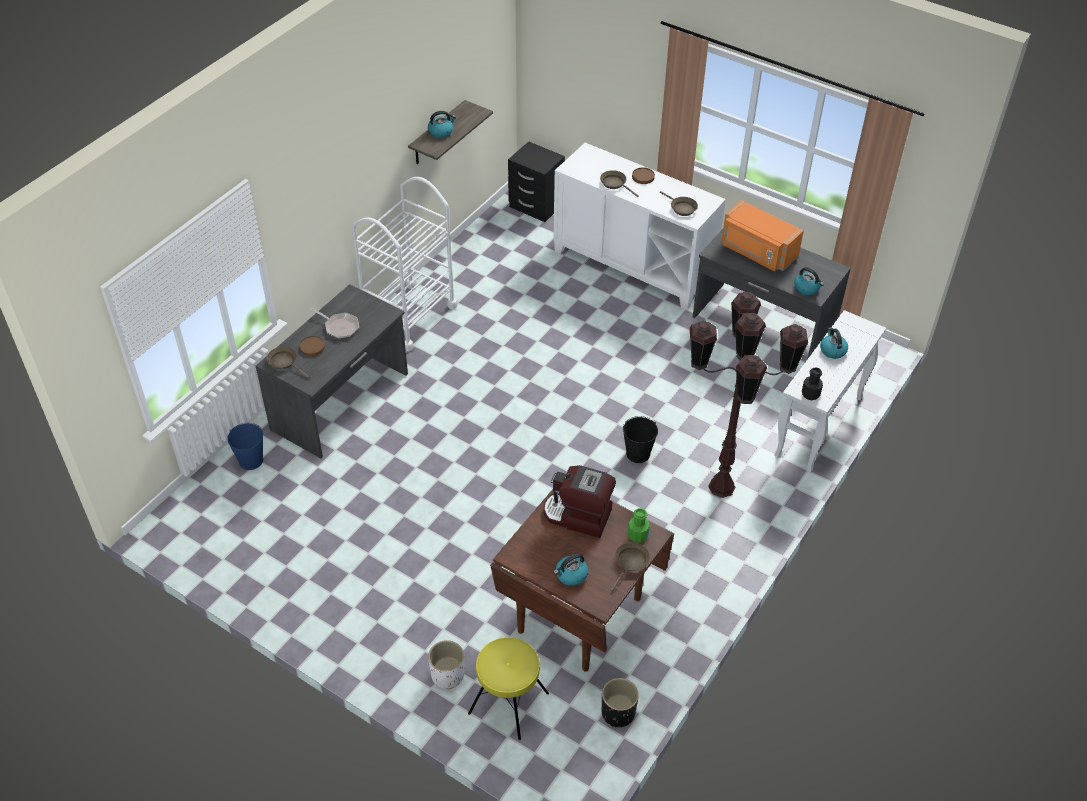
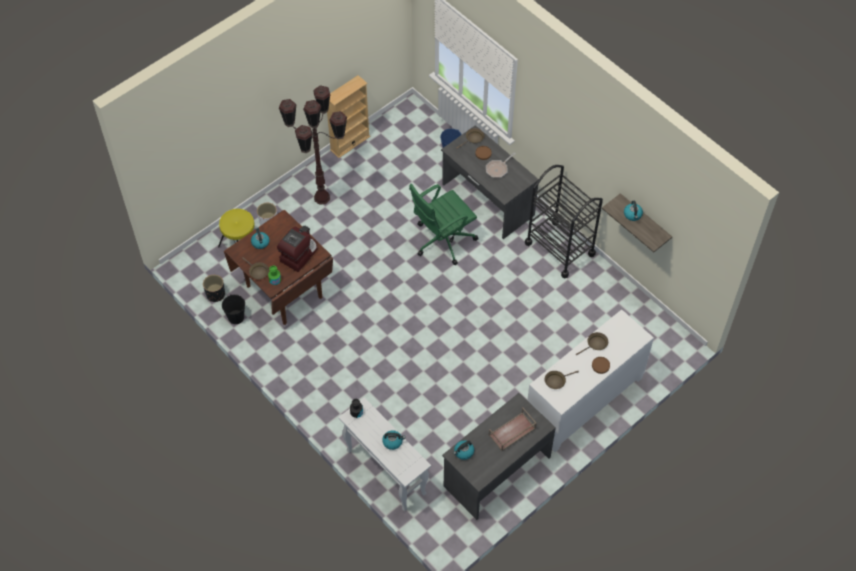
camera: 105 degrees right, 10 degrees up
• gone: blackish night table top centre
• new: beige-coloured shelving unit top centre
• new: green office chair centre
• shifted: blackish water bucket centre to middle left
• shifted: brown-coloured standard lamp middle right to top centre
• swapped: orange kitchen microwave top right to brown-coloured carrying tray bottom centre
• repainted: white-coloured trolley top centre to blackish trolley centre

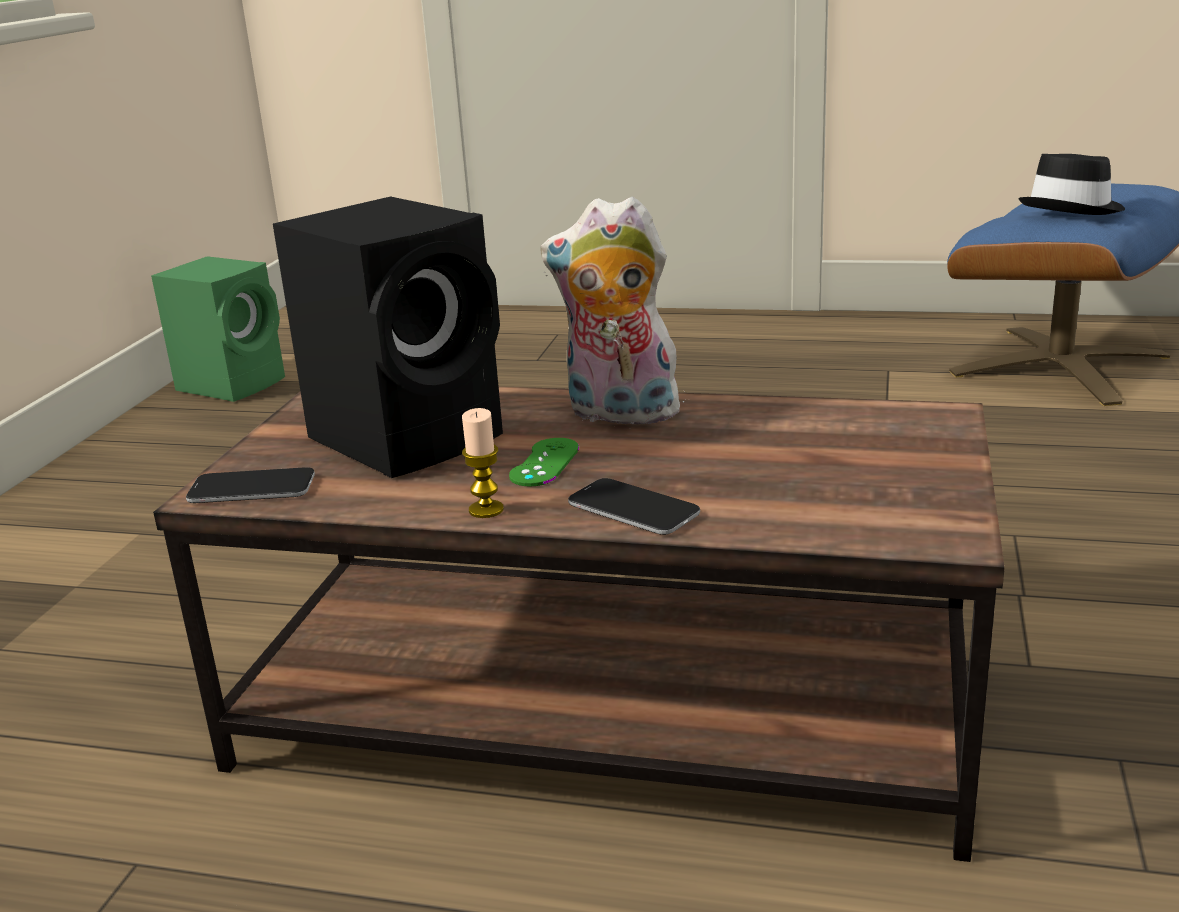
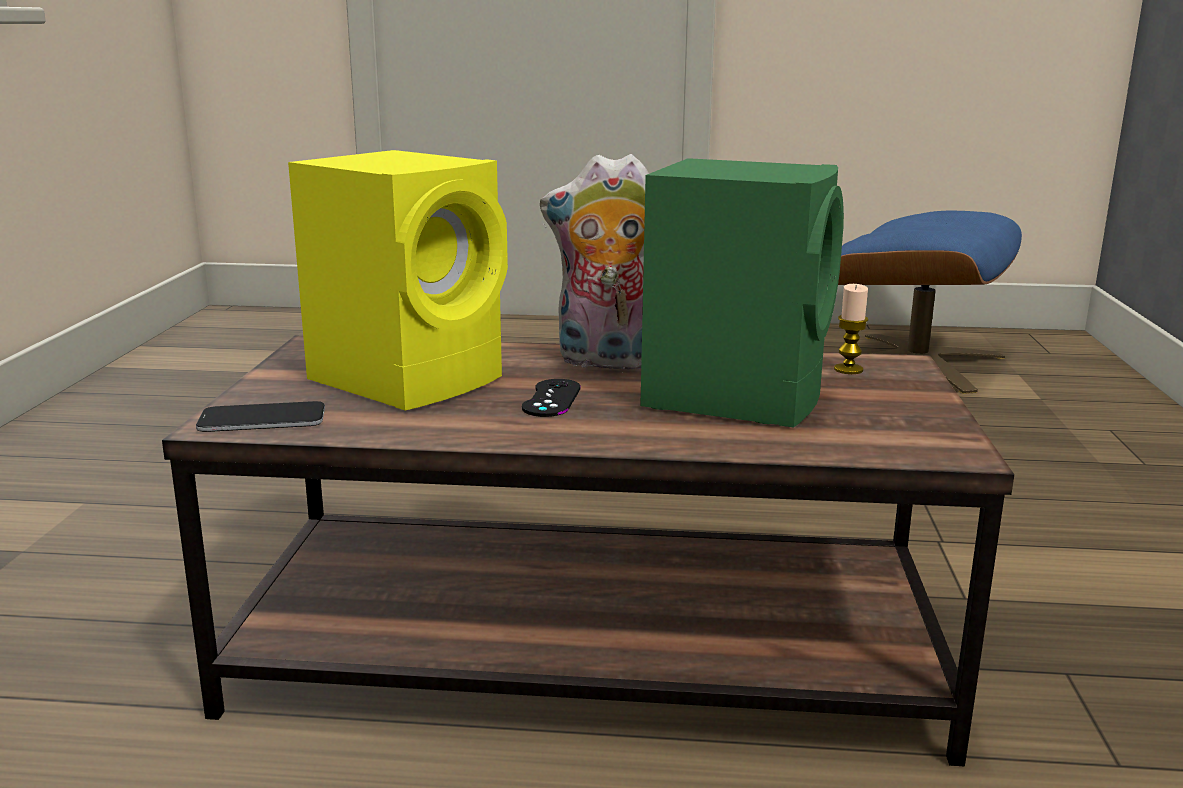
camera: 10 degrees left, 5 degrees down
• gone: handset (no. 2 from left) centre
• gone: blackish clothing hat top right
• shifted: green speaker middle left to centre
• shifted: wax candle centre to middle right
• repainted: blackish speaker middle left to yellowish speaker centre
• repainted: green gamepad centre to blackish gamepad centre

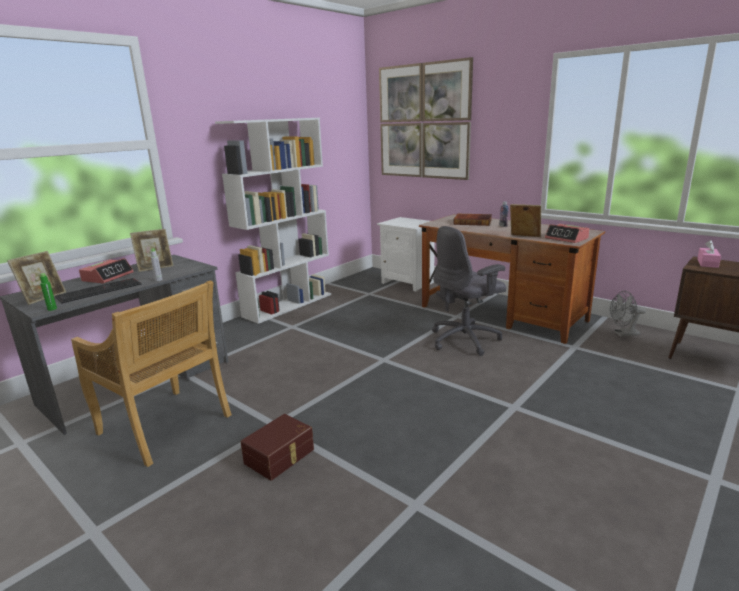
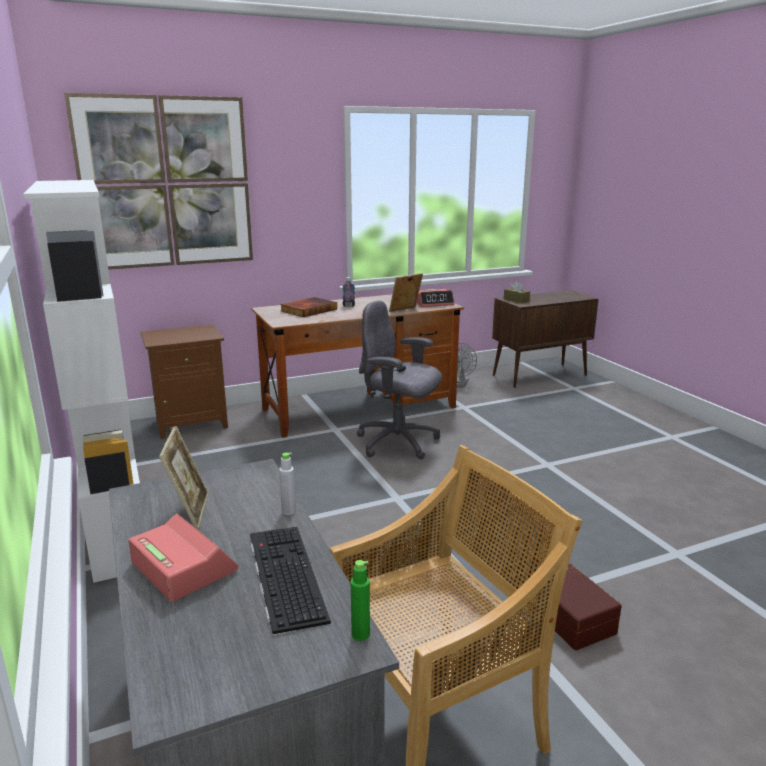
camera: 65 degrees left, 0 degrees up
• gone: photo frame (no. 1 from left) middle left
• repainted: white-coloured night table centre to brown-coloured night table middle left
• repainted: pink-coloured tissue box middle right to brown-coloured tissue box middle right
• rotated: grey office chair centre = centre 120 degrees clockwise

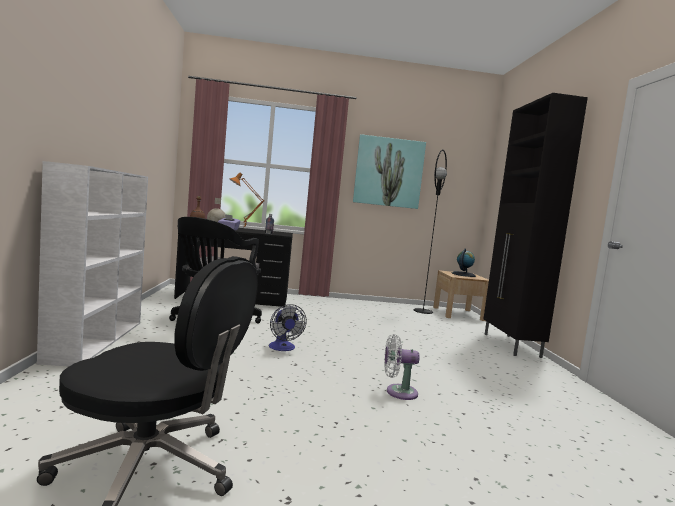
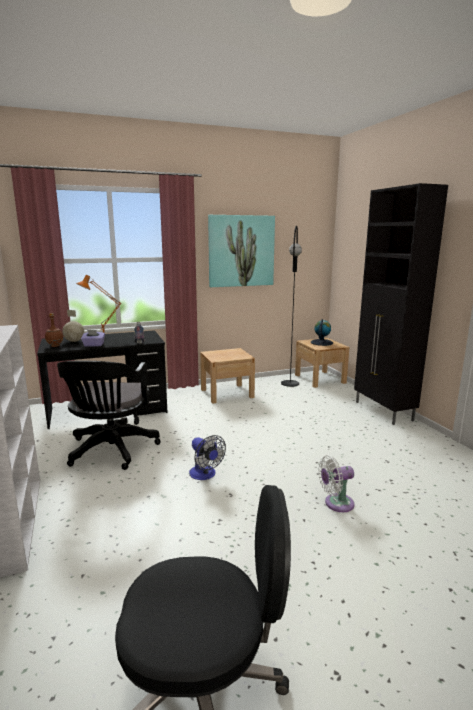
camera: 15 degrees left, 10 degrees up
• new: beige-coloured night table (no. 1 from left) centre

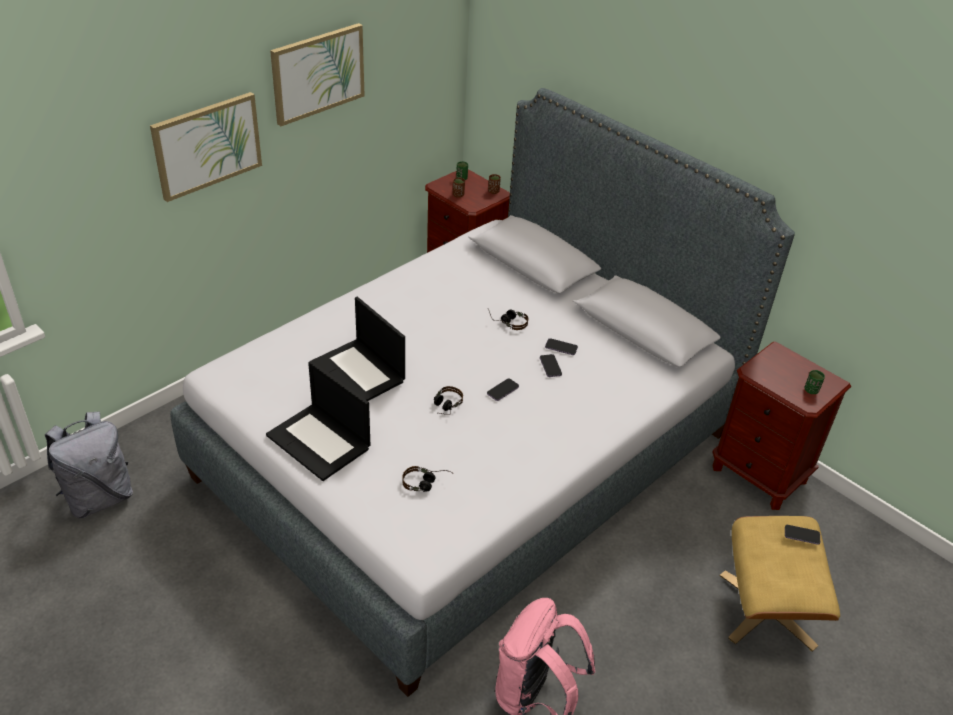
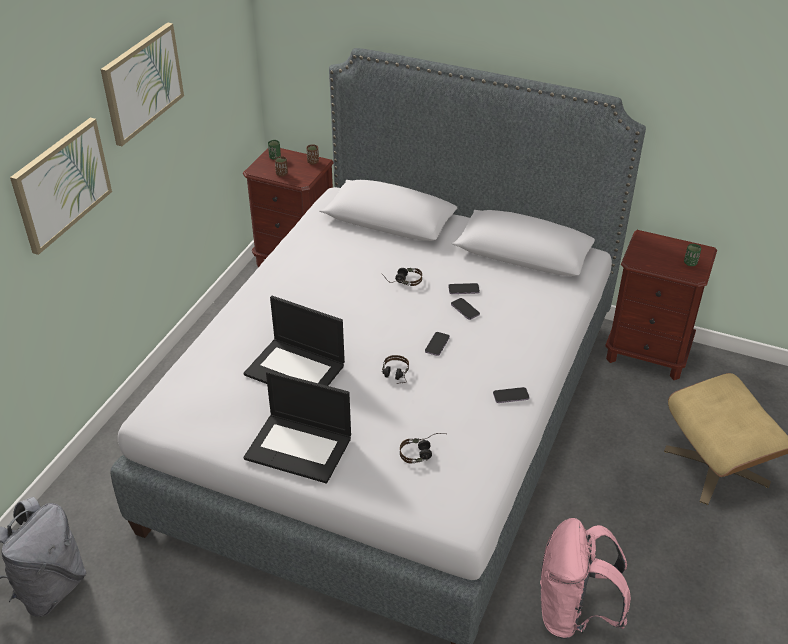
camera: 20 degrees left, 0 degrees up
• shifted: handset (no. 4 from left) bottom right to centre

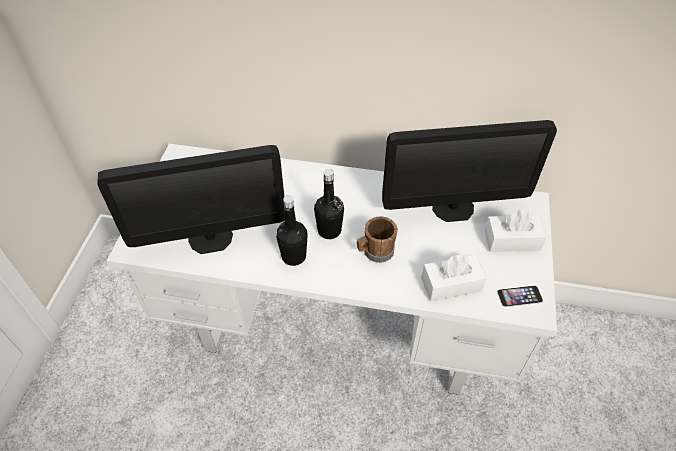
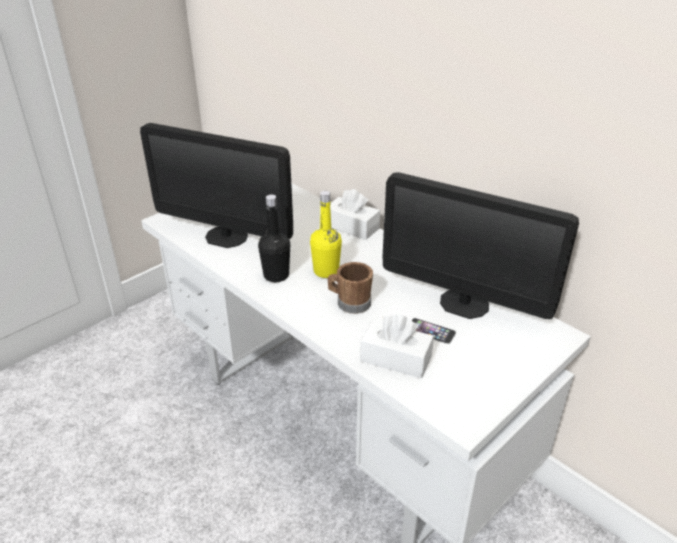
camera: 35 degrees right, 15 degrees down
• shifted: white-coloured tissue box (no. 2 from left in the first image) middle right to white-coloured tissue box (no. 1 from left) centre
• shifted: handset middle right to centre
• repainted: blackish bottle (no. 2 from left) centre to yellowish bottle centre

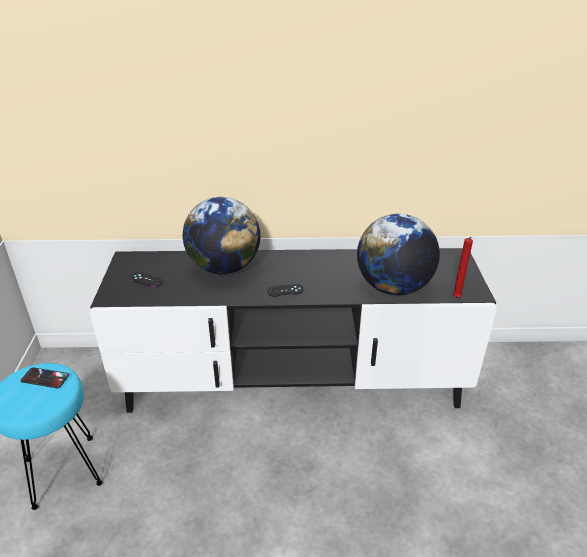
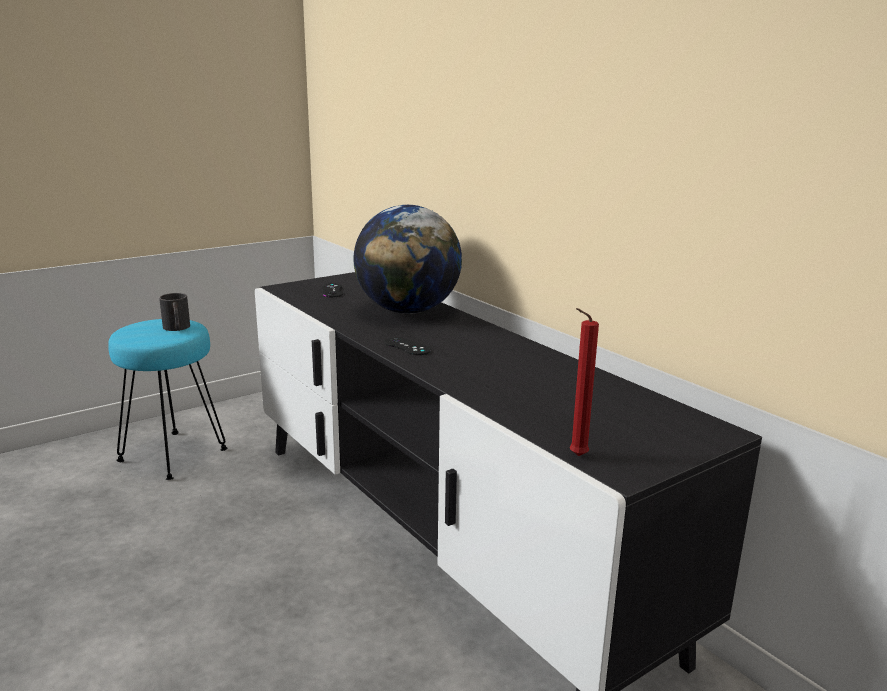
camera: 55 degrees right, 15 degrees down
• gone: desk globe (no. 2 from left) middle right
• swapped: handset bottom left to blackish mug middle left

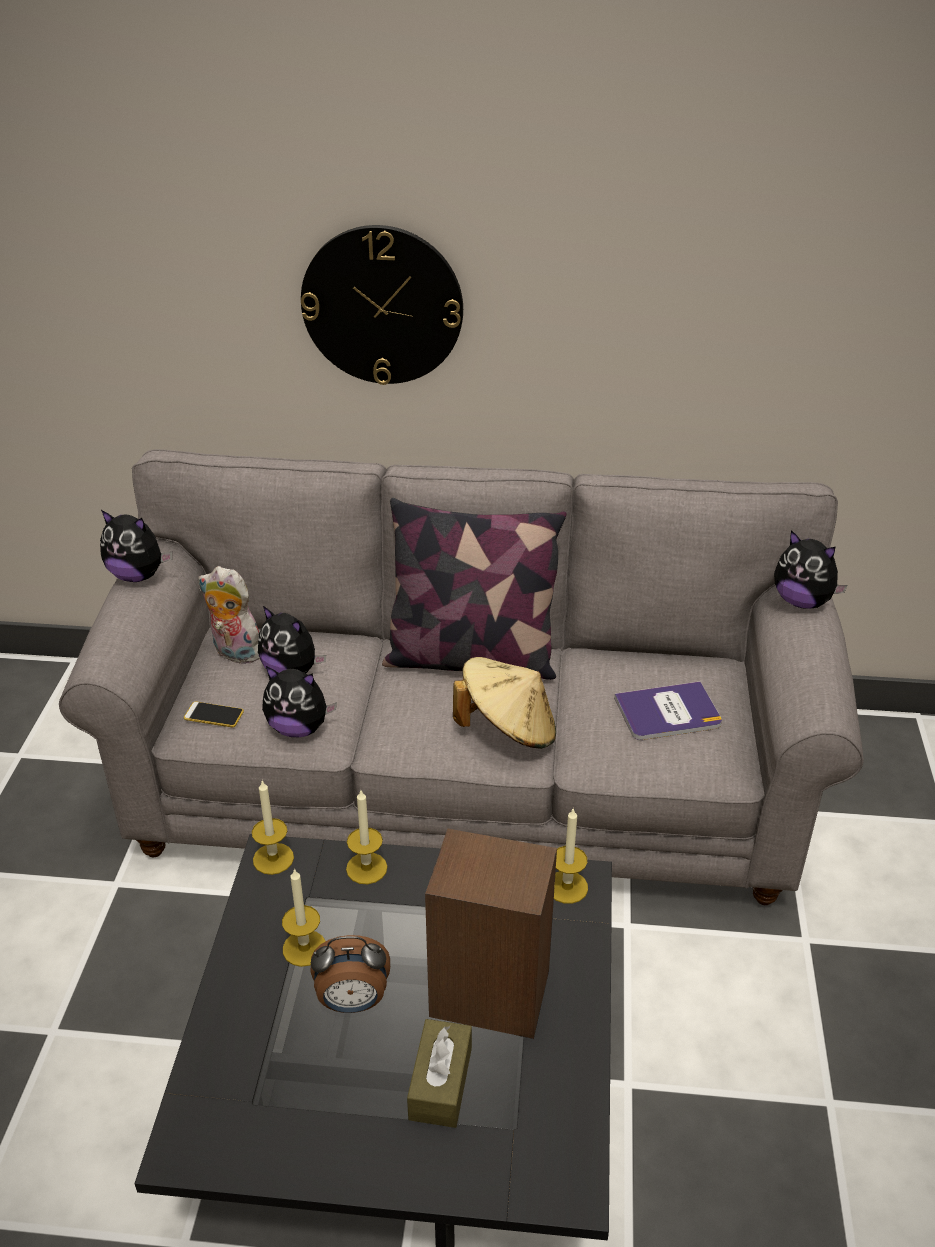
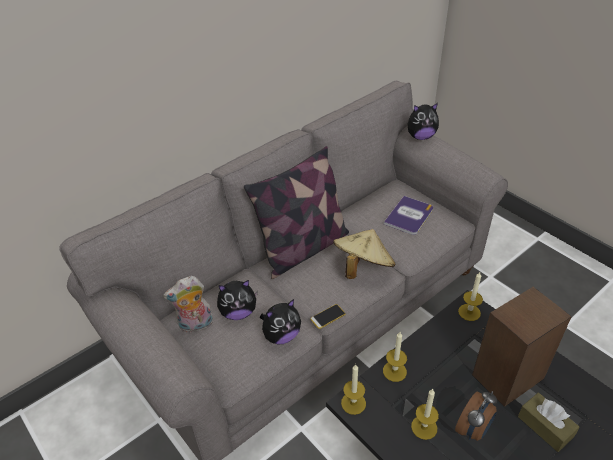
camera: 45 degrees left, 5 degrees up
• gone: plush toy (no. 1 from left) middle left
• gone: clock on the wall top centre
• shifted: handset middle left to bottom centre

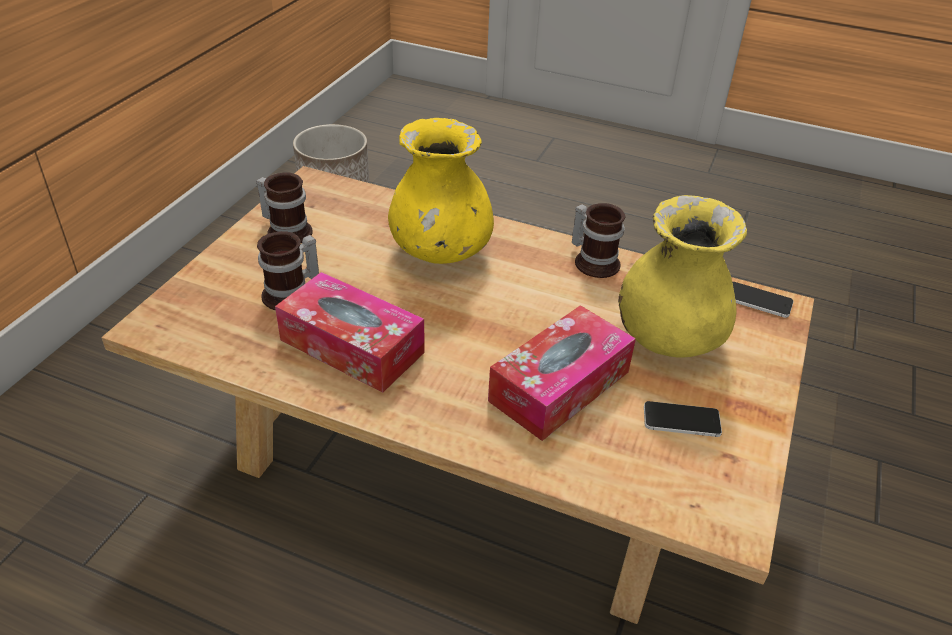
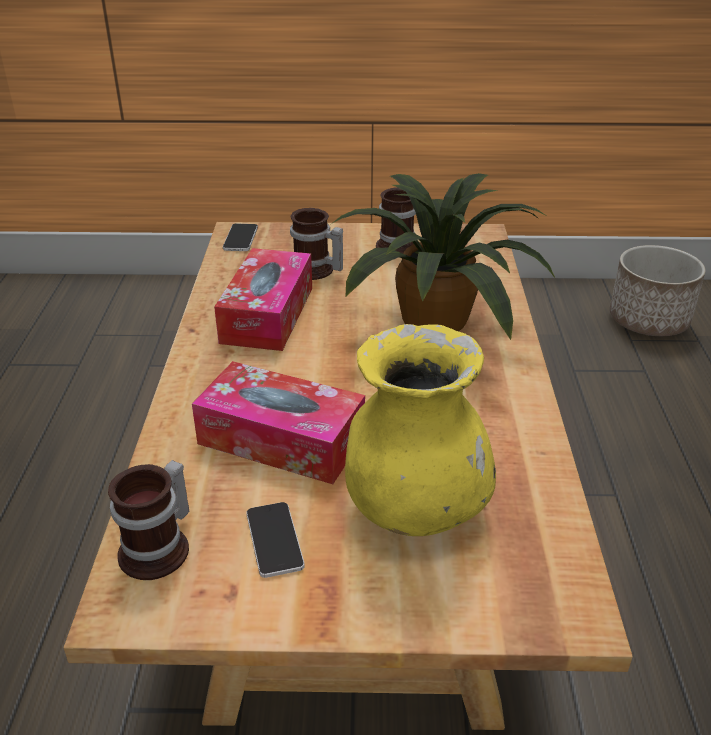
camera: 70 degrees right, 5 degrees down
• shifted: mug (no. 3 from left in the first image) centre to mug (no. 1 from left) bottom left
• shifted: handset (no. 2 from left in the first image) middle right to handset (no. 1 from left) top centre
• swapped: yellowish flower vase (no. 1 from left) top centre to plant in a pot centre

